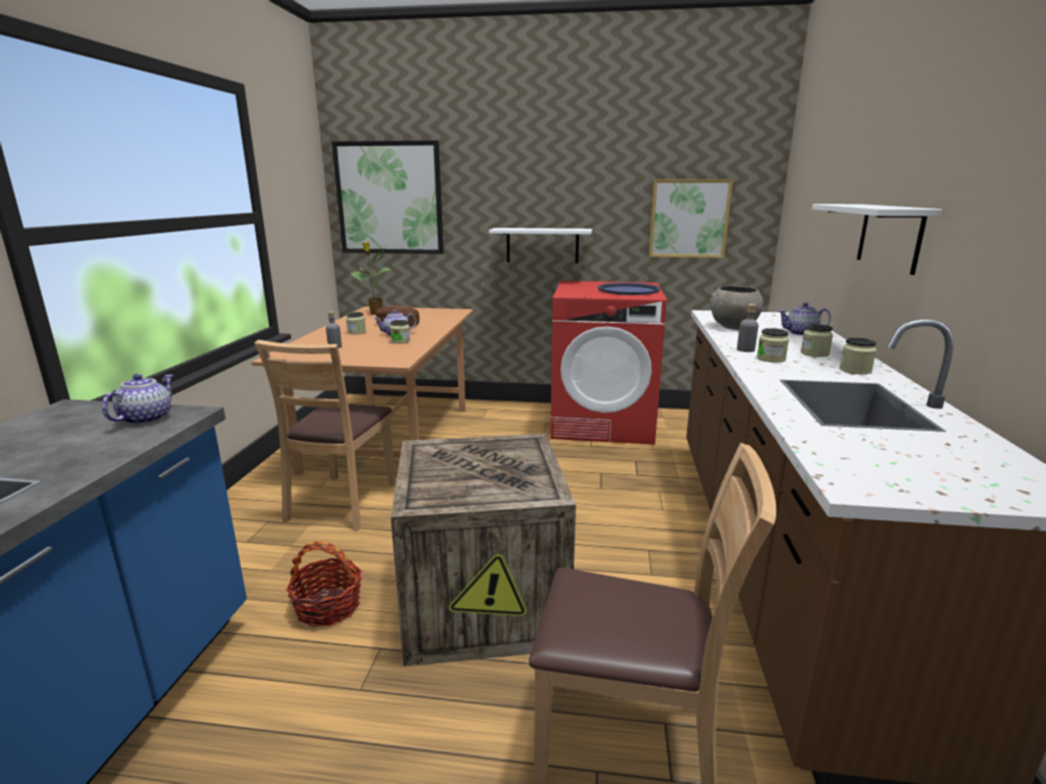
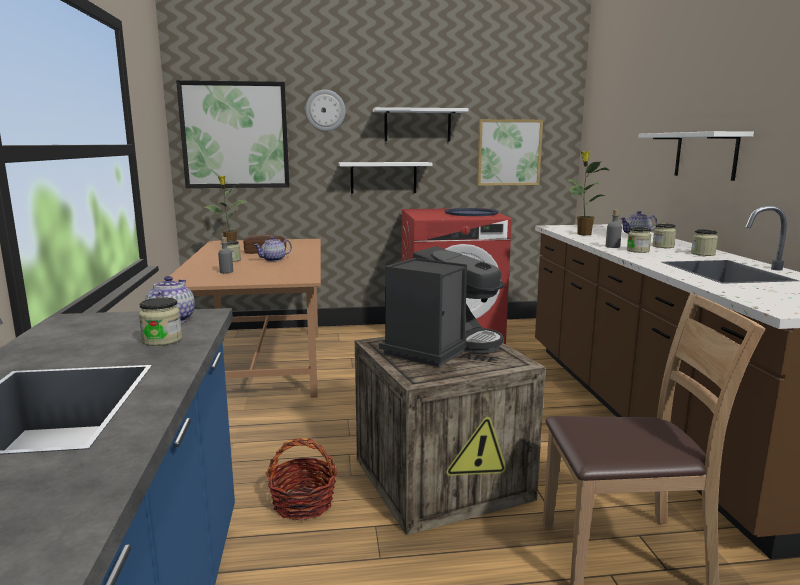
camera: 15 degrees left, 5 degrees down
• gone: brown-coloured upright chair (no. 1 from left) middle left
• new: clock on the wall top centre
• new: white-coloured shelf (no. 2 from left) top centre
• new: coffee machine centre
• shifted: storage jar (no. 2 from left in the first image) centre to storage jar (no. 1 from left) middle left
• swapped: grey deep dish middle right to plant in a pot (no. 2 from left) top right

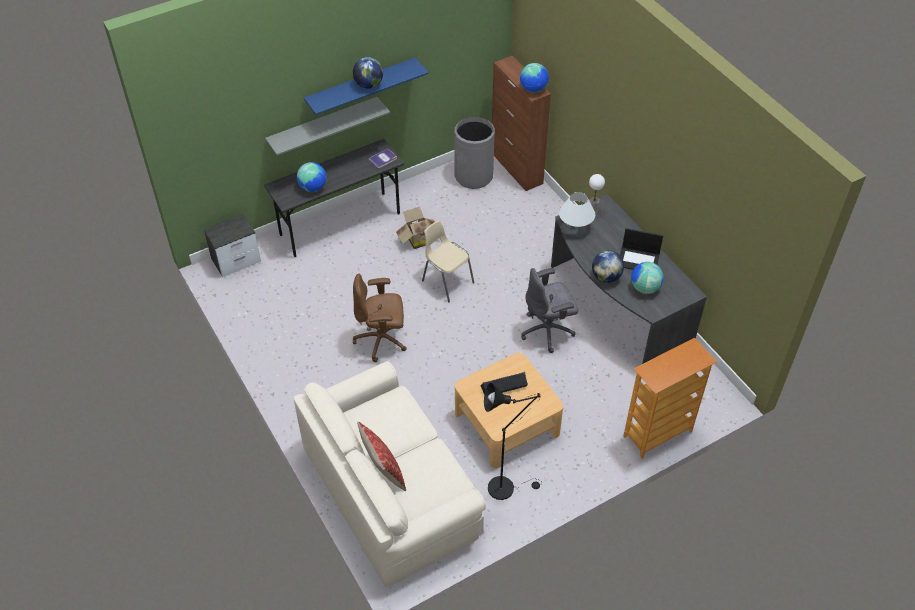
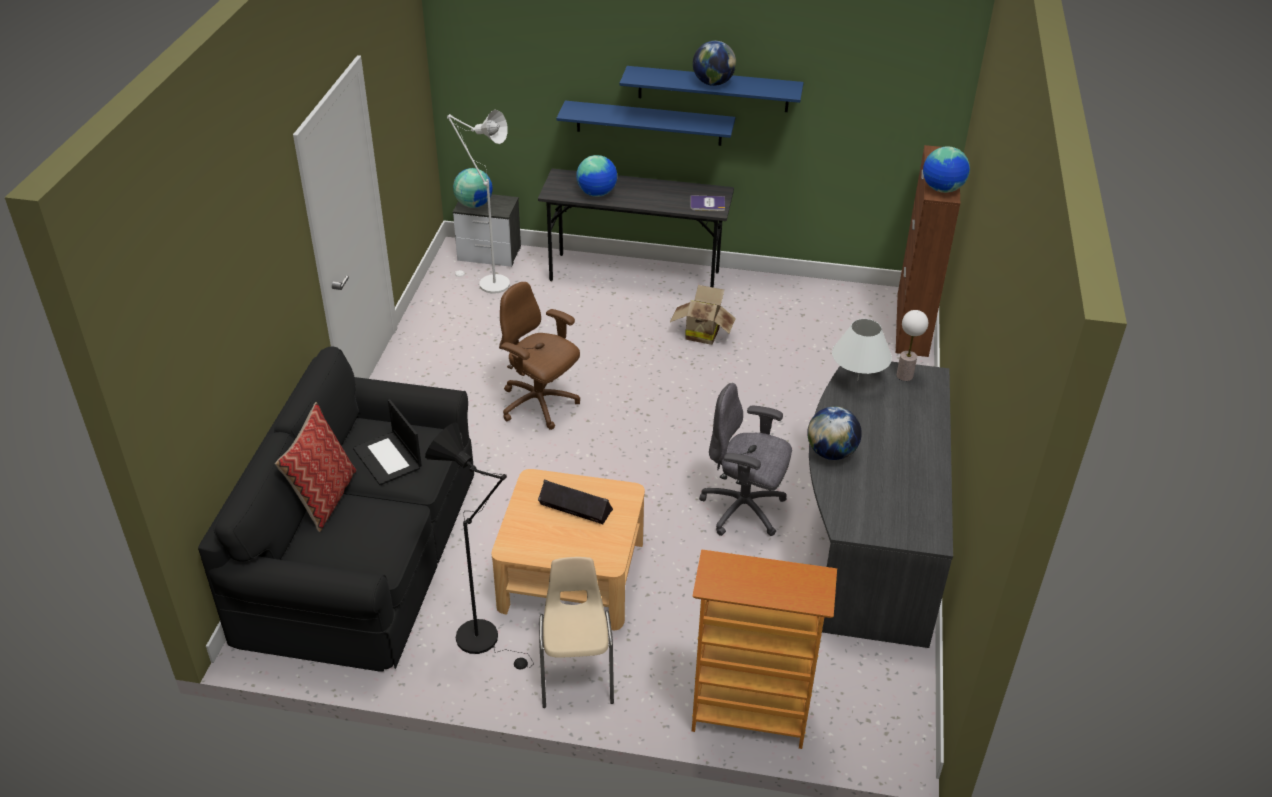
camera: 40 degrees right, 10 degrees down
• gone: grey waste bin top centre
• new: white-coloured standard lamp top centre
• shifted: beige-coloured upright chair centre to bottom centre
• shifted: portable computer middle right to middle left
• shifted: desk globe (no. 5 from left in the first image) middle right to desk globe (no. 1 from left) top centre
• repainted: grey shelf top centre to bluish shelf (no. 1 from left) top centre
• repainted: beige-coloured couch bottom centre to blackish couch middle left

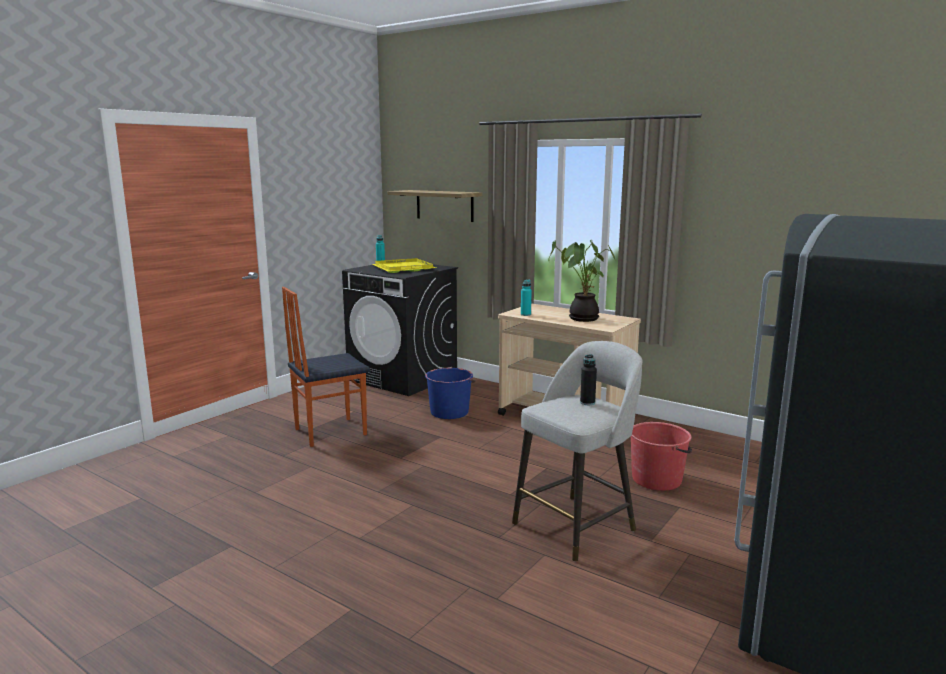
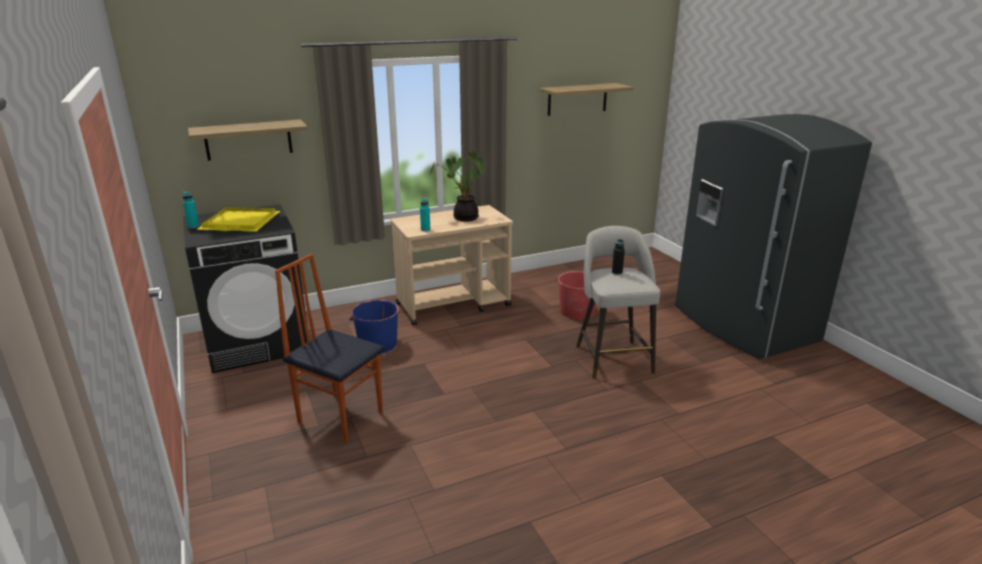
camera: 60 degrees left, 10 degrees up
• new: shelf (no. 2 from left) top centre
• rotated: upright chair centre = centre 120 degrees clockwise

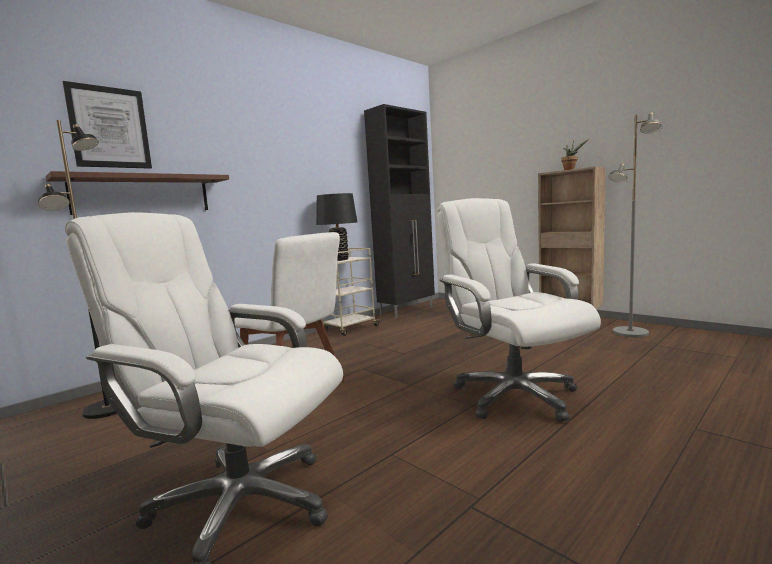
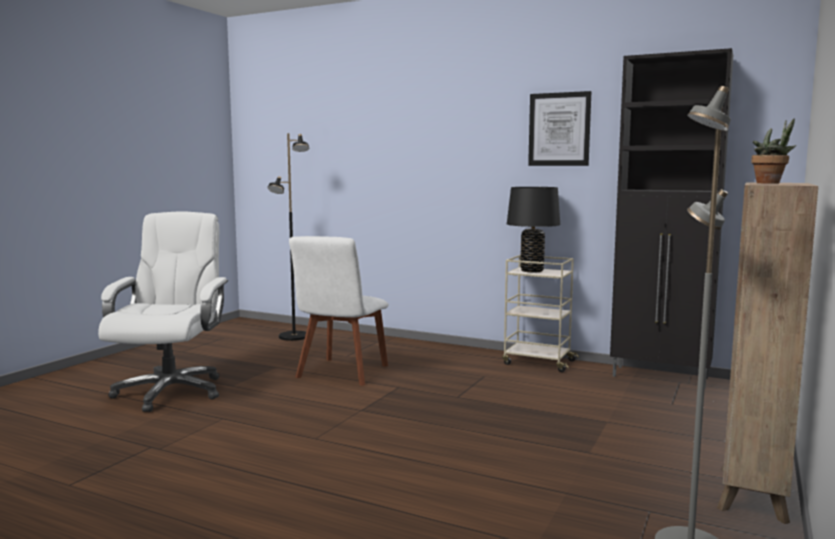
camera: 70 degrees right, 0 degrees up
• gone: brown-coloured shelf middle left
• gone: white-coloured office chair (no. 2 from left) middle right
• shifted: wall art top left to top right

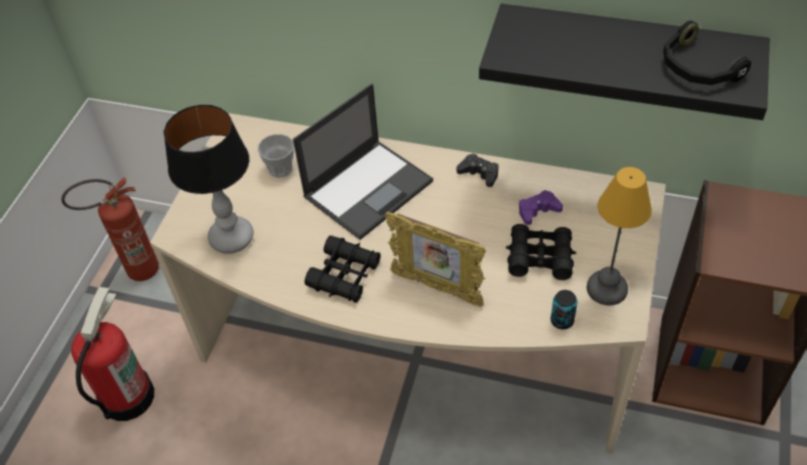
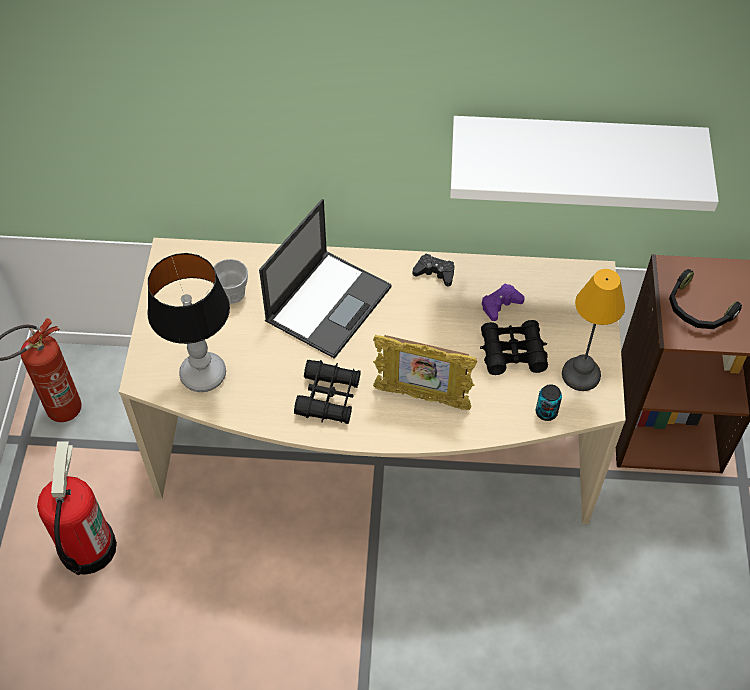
camera: 15 degrees left, 5 degrees up
• shifted: blackish headset top right to middle right
• repainted: blackish shelf top right to white-coloured shelf top right

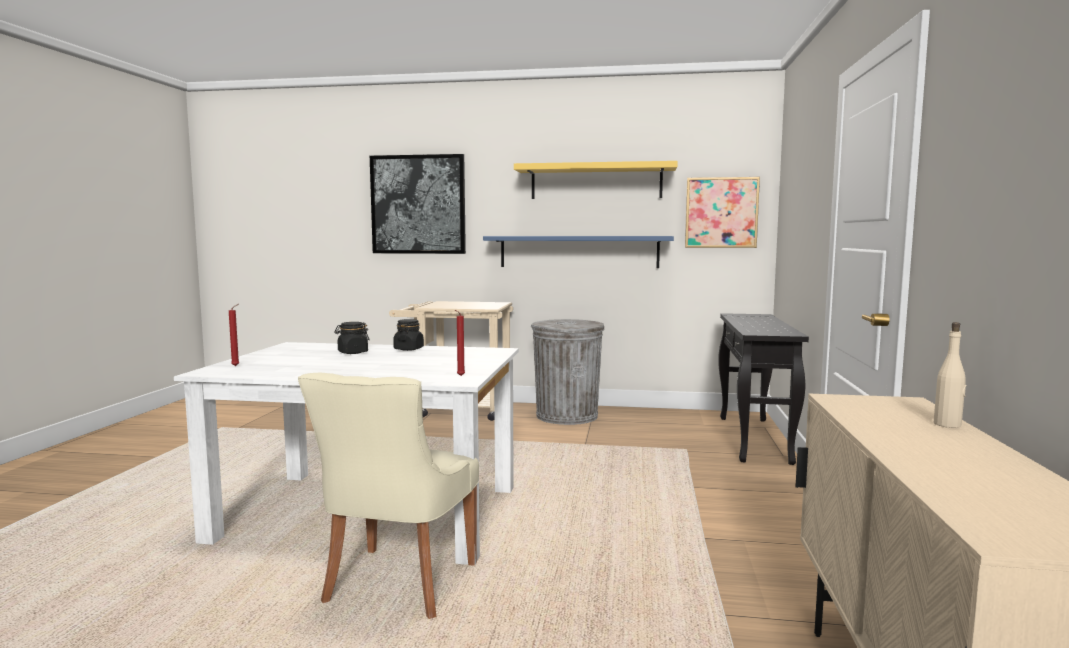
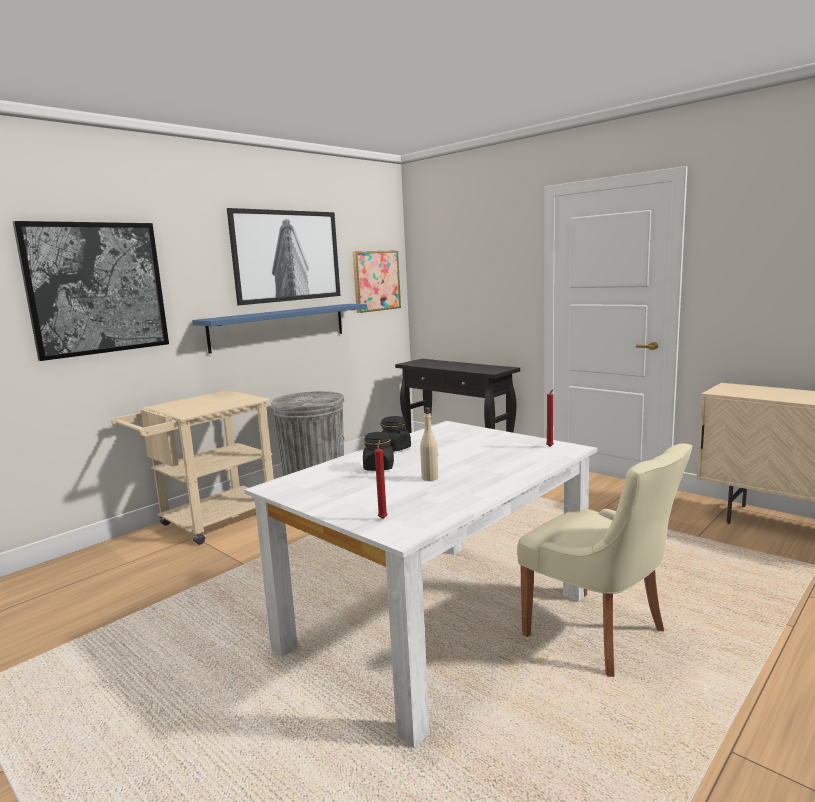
camera: 55 degrees left, 5 degrees up
• shifted: beige-coloured bottle middle right to centre
• swapped: yellowish shelf top centre to wall art (no. 2 from left) top centre

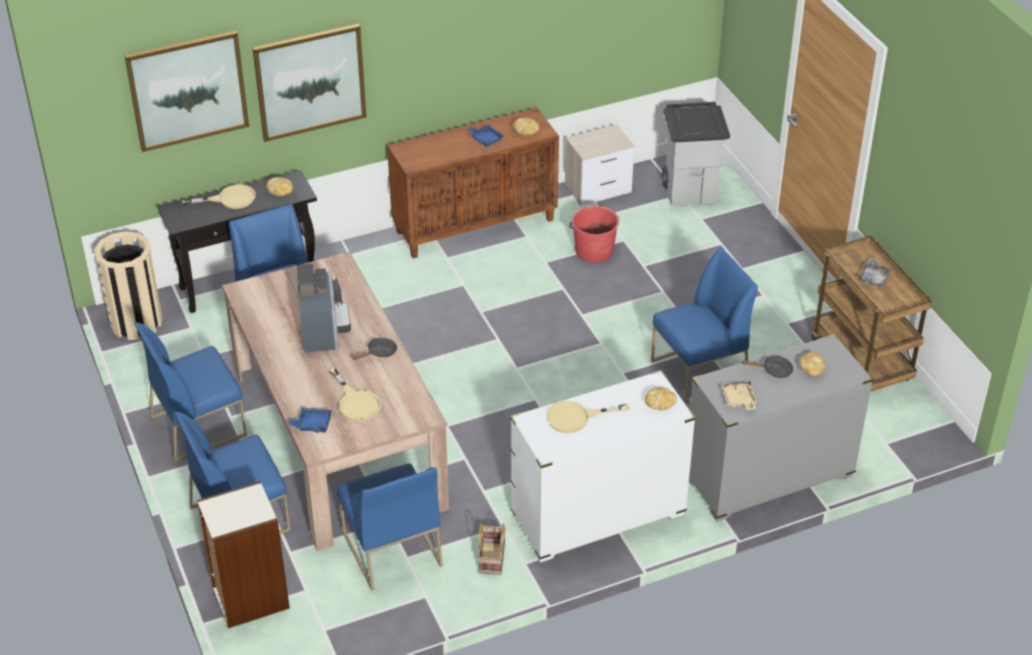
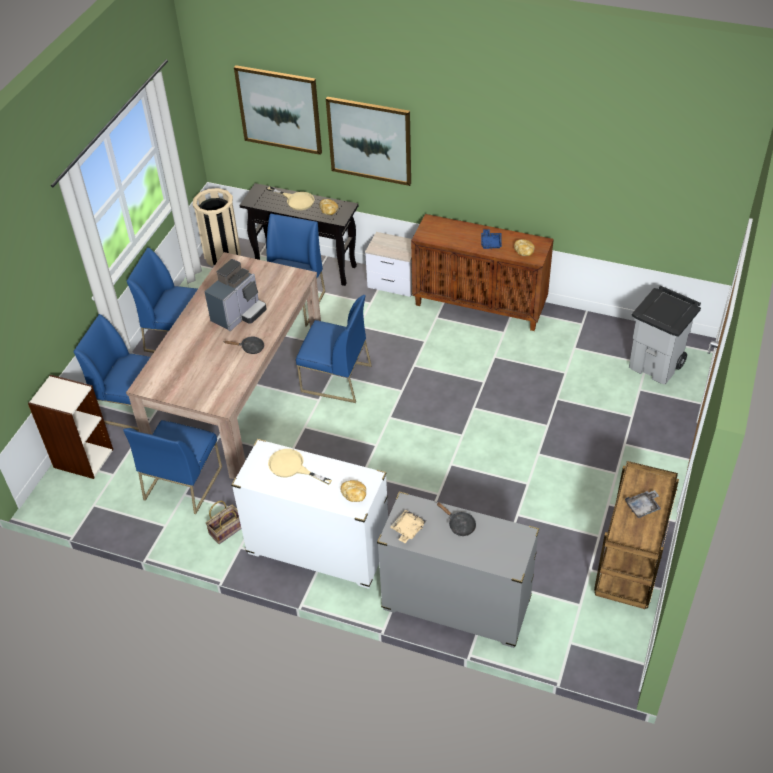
camera: 45 degrees right, 5 degrees up
• gone: bluish carrying tray (no. 1 from left) middle left
• gone: beige-coloured frying pan (no. 2 from left) centre
• gone: red water bucket centre
• gone: bread (no. 4 from left) middle right
• shifted: night table top centre to centre
• shifted: bluish upright chair (no. 5 from left) middle right to centre

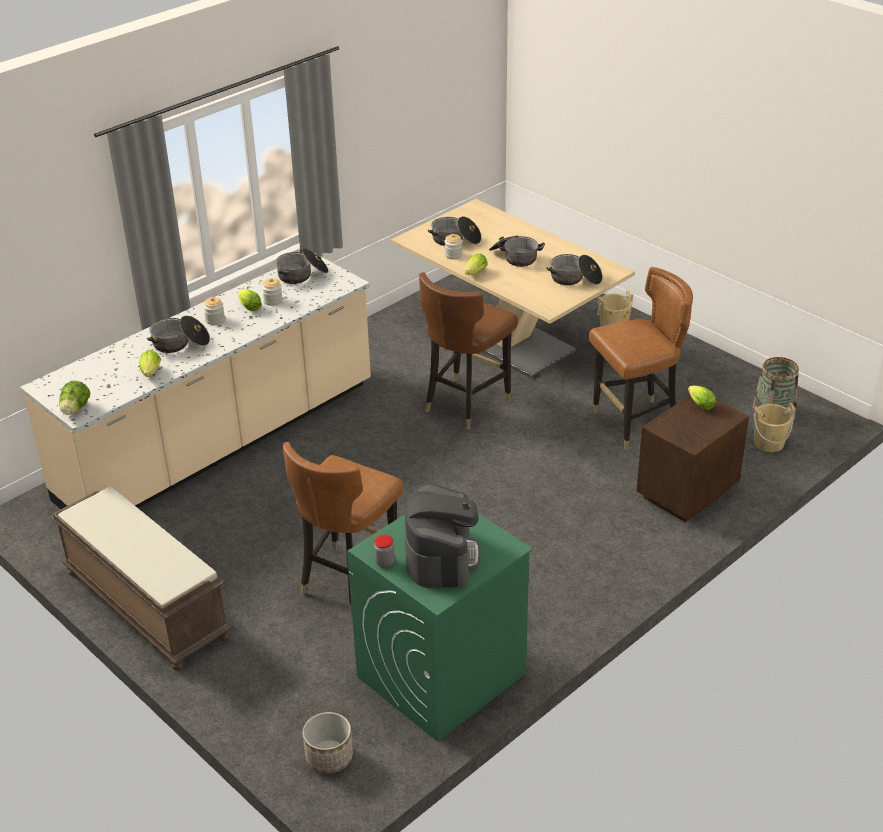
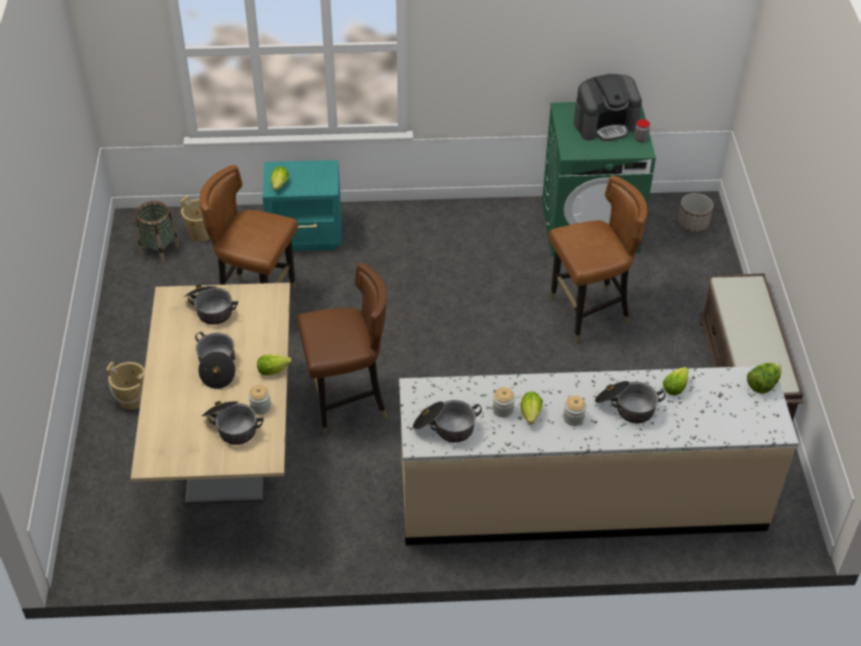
camera: 140 degrees left, 10 degrees up
• repainted: brown-coloured night table middle right to turquoise-coloured night table top centre
• rotated: coffee machine centre = top right 150 degrees counterclockwise

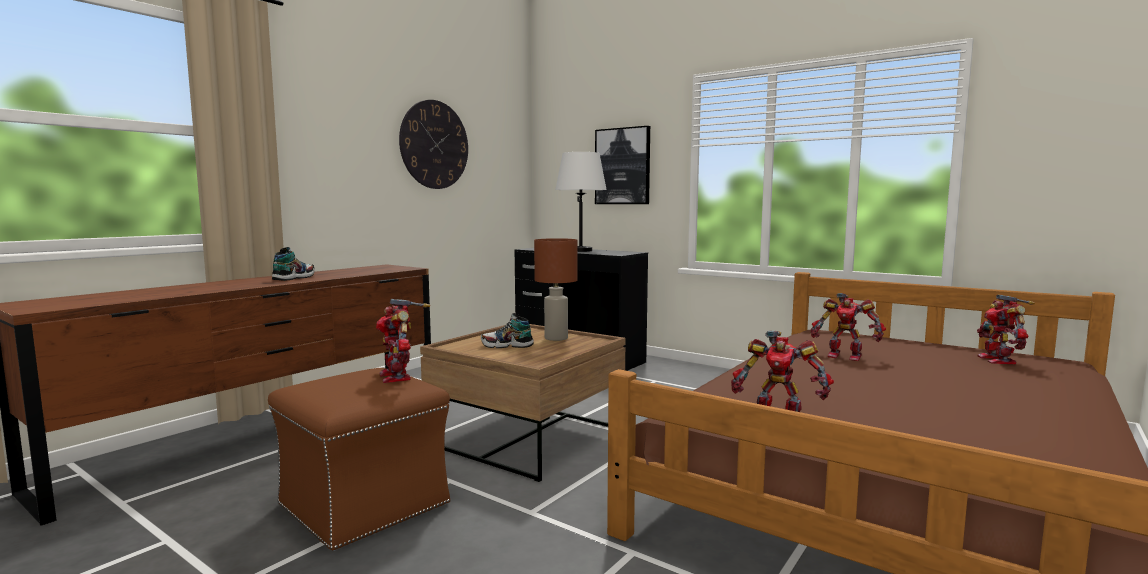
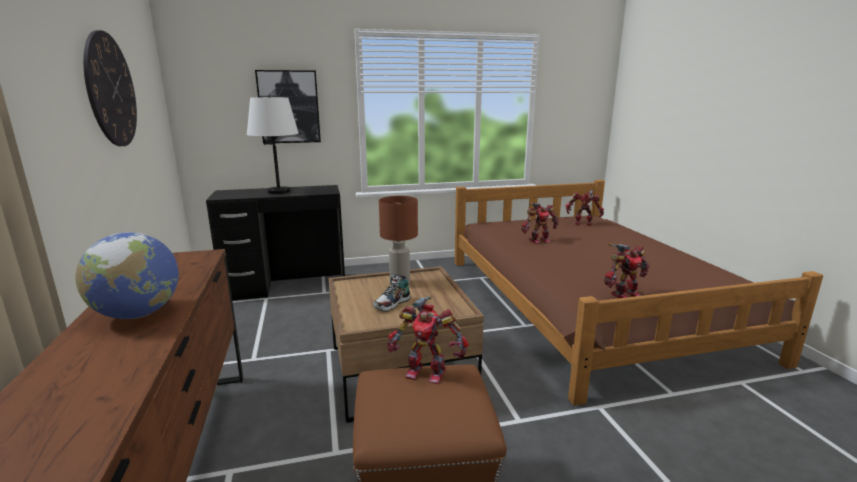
camera: 50 degrees left, 10 degrees up
• swapped: shoe (no. 1 from left) middle left to desk globe middle left
• rotated: model robot (no. 4 from left in the first image) middle right = middle right 150 degrees clockwise

